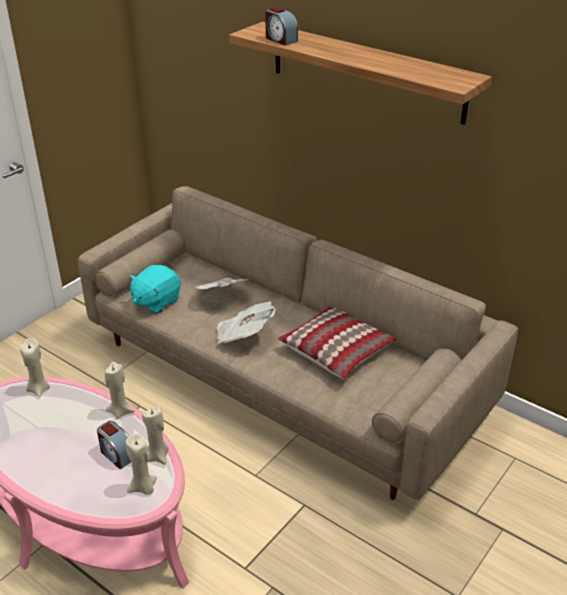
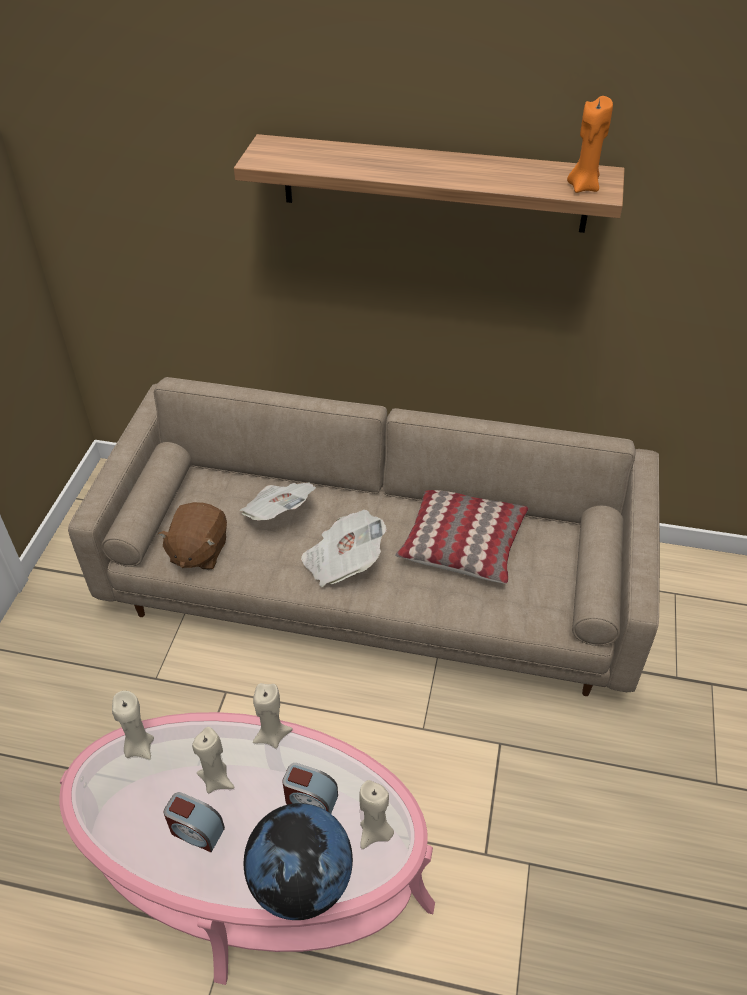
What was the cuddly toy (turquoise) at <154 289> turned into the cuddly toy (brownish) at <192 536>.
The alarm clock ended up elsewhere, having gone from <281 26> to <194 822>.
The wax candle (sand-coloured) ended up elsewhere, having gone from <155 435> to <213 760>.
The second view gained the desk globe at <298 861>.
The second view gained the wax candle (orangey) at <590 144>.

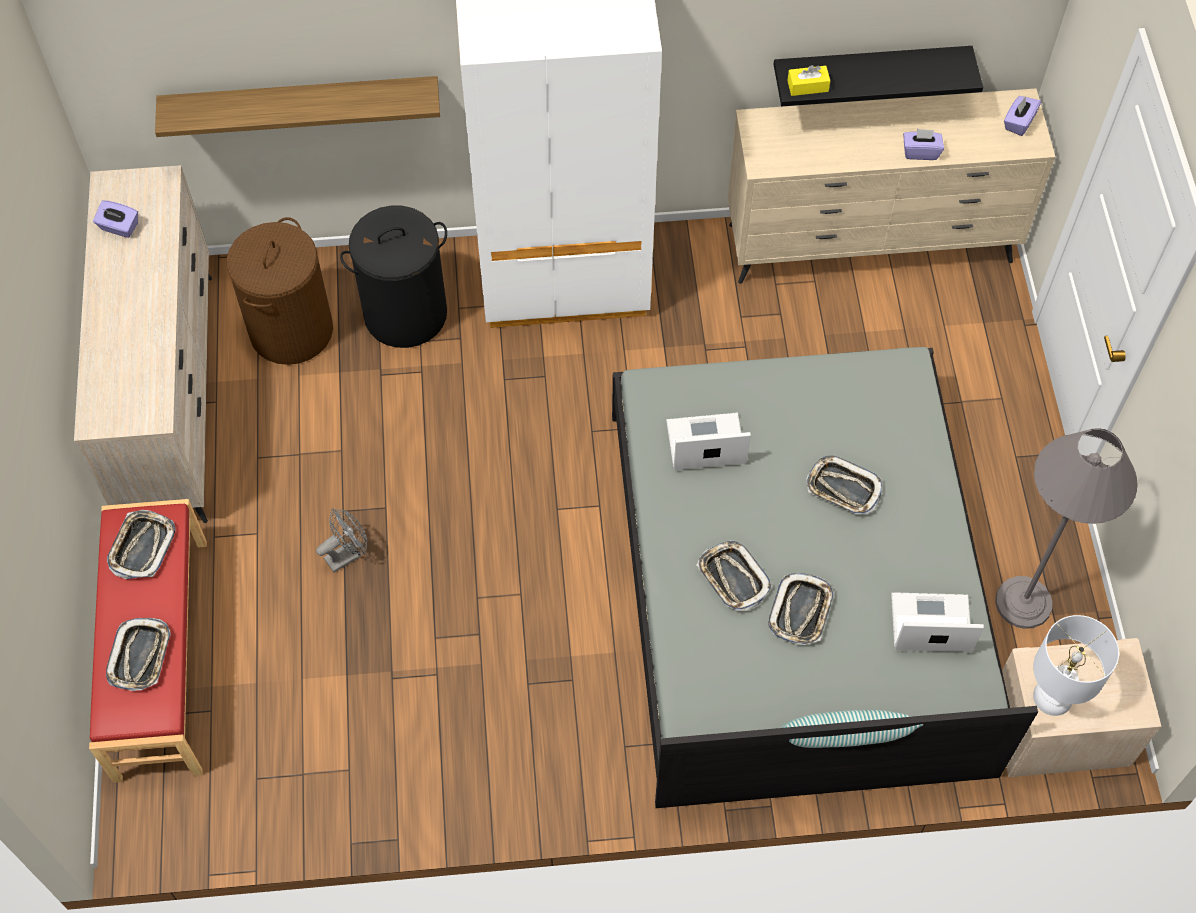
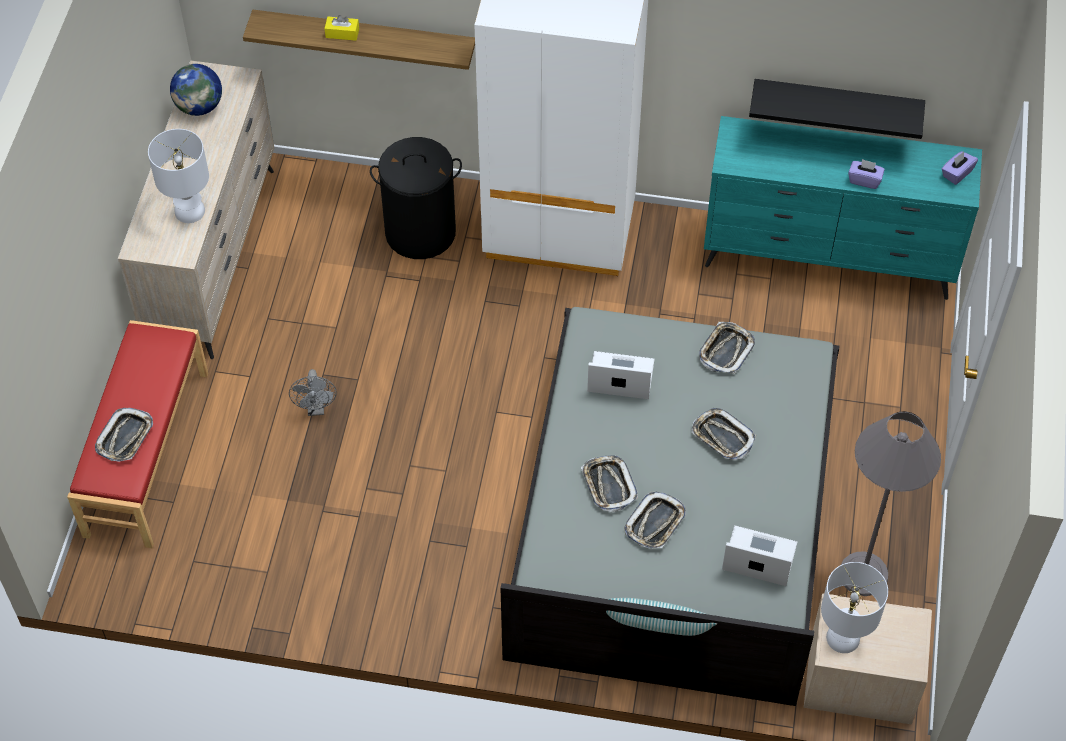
The second view gained the table lamp (white-coloured) at <178 176>.
Where the box of tissues (purple-coloured) stood at <115 219>, the desk globe came to stand at <196 90>.
The fan (grey) at <342 540> ended up facing another way, 105 degrees clockwise from before.
The box of tissues (yellow-coloured) ended up elsewhere, having gone from <808 80> to <341 28>.
The carrying tray ended up elsewhere, having gone from <141 544> to <727 348>.
What was the chest of drawers (sand-coloured) at <891 186> turned into the chest of drawers (turquoise) at <843 208>.
The second view lost the hamper (brownish) at <279 291>.

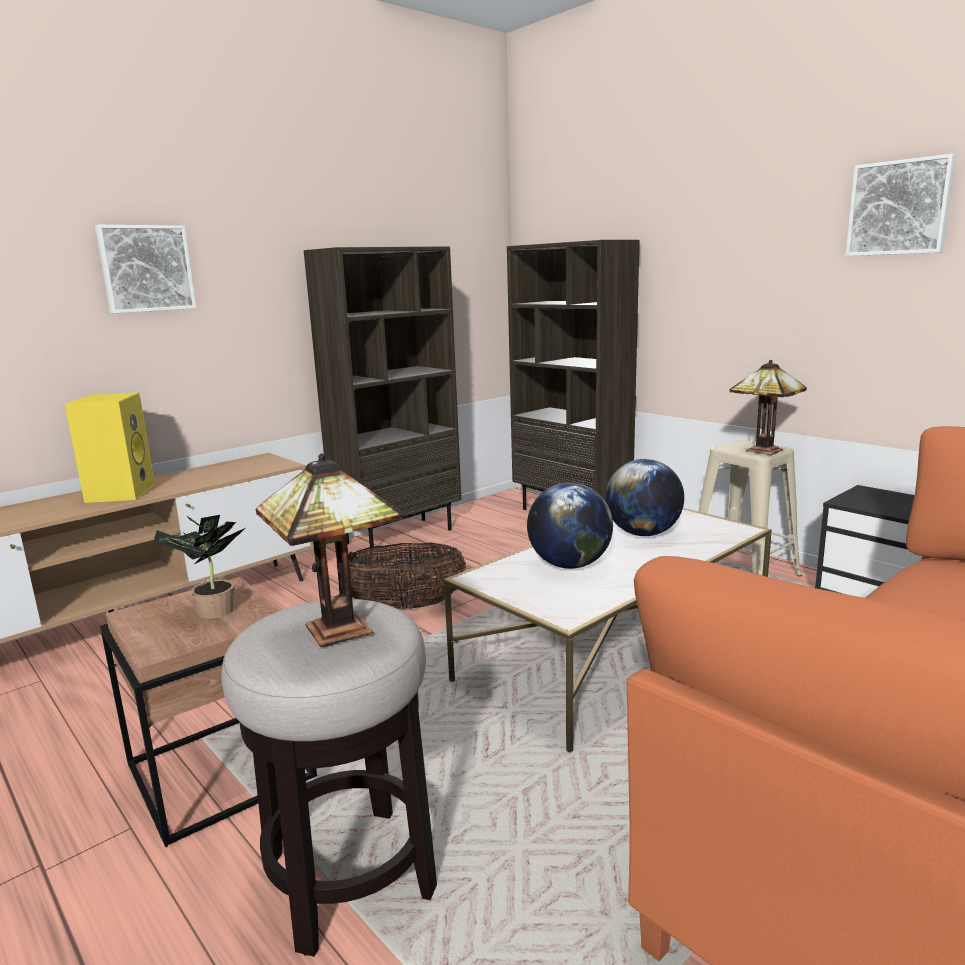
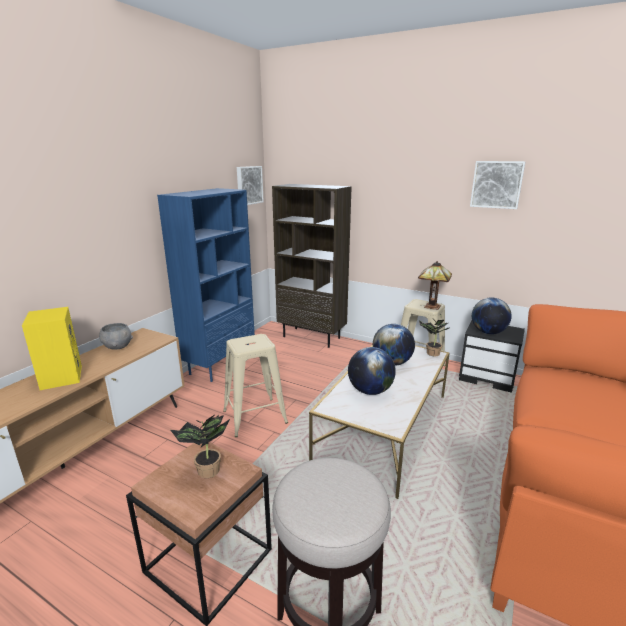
The second view gained the bowl (grey) at <116 336>.
What was the bookcase (brownish) at <382 399> turned into the bookcase (blue-coloured) at <206 285>.
Where the storage basket stood at <407 576>, the sitting stool (sand-coloured) came to stand at <255 385>.
The picture ended up elsewhere, having gone from <145 269> to <250 185>.
The second view gained the potted plant at <434 337>.
The second view gained the desk globe at <492 316>.
The second view lost the table lamp at <330 550>.

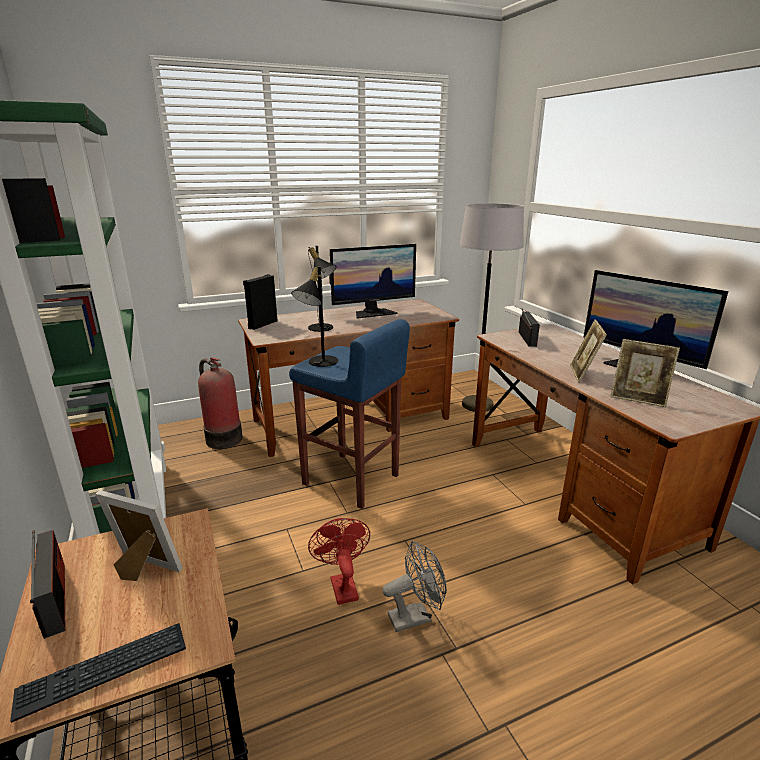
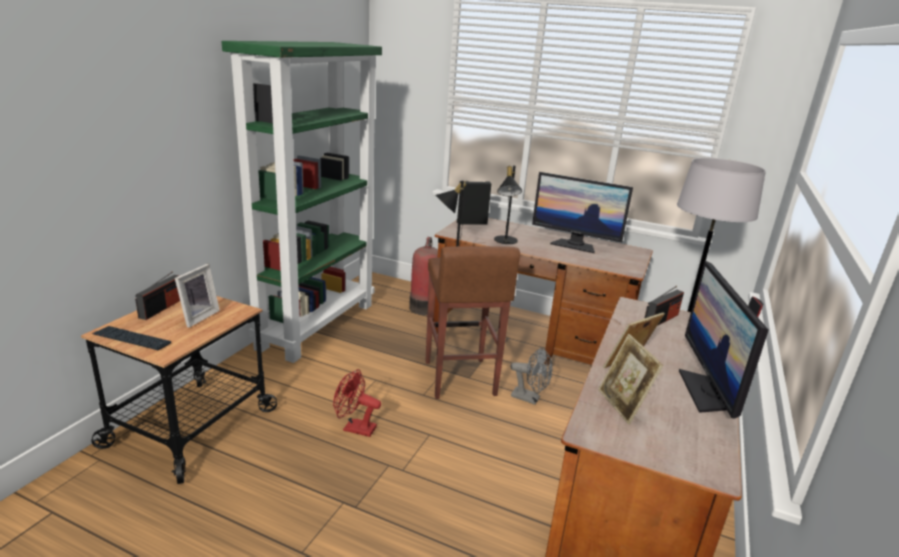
The photo frame at <138 535> ended up facing another way, 45 degrees clockwise from before.
The fan (red-coloured) at <339 561> ended up facing another way, 105 degrees counterclockwise from before.
What was the sitting stool (blue-coloured) at <349 414> turned into the sitting stool (brownish) at <473 322>.
The fan (grey) ended up elsewhere, having gone from <415 586> to <532 376>.

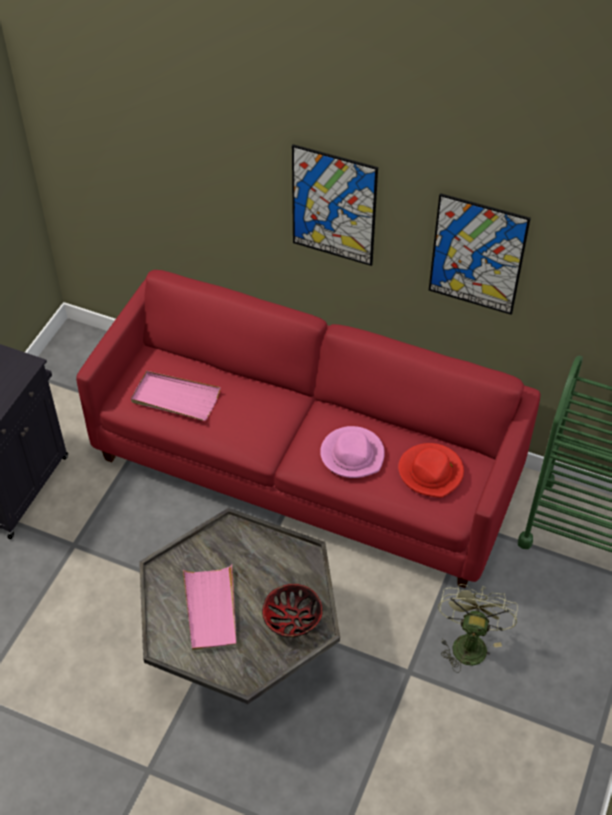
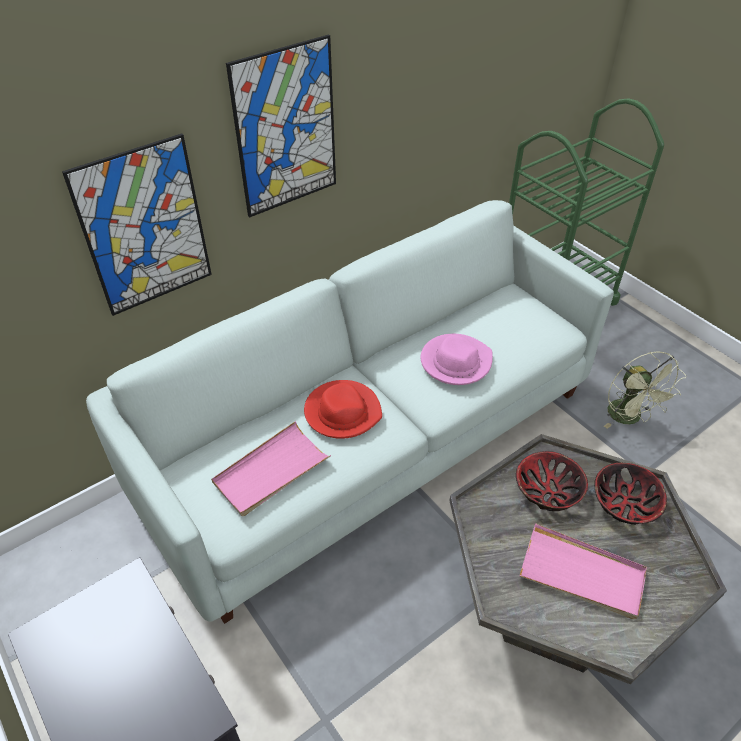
The picture ended up elsewhere, having gone from <480 254> to <137 225>.
What was the couch (red-coloured) at <308 429> turned into the couch (white-coloured) at <350 412>.
The clothing hat (red-coloured) ended up elsewhere, having gone from <431 470> to <343 409>.
The second view gained the bowl at <552 481>.
The fan (greenish) at <478 628> ended up facing another way, 150 degrees counterclockwise from before.

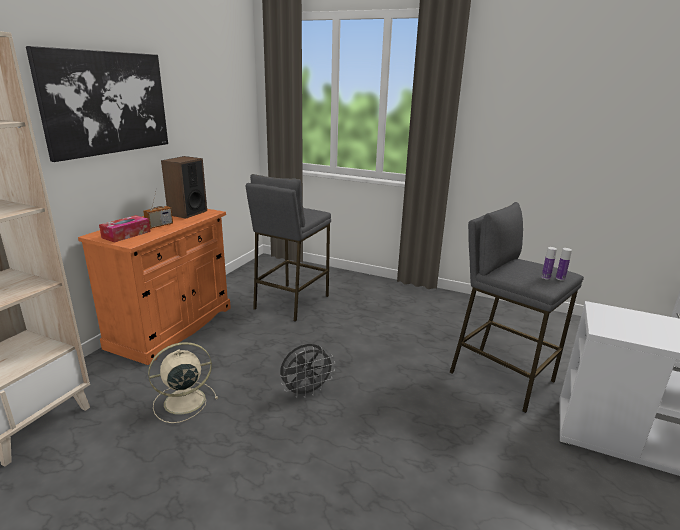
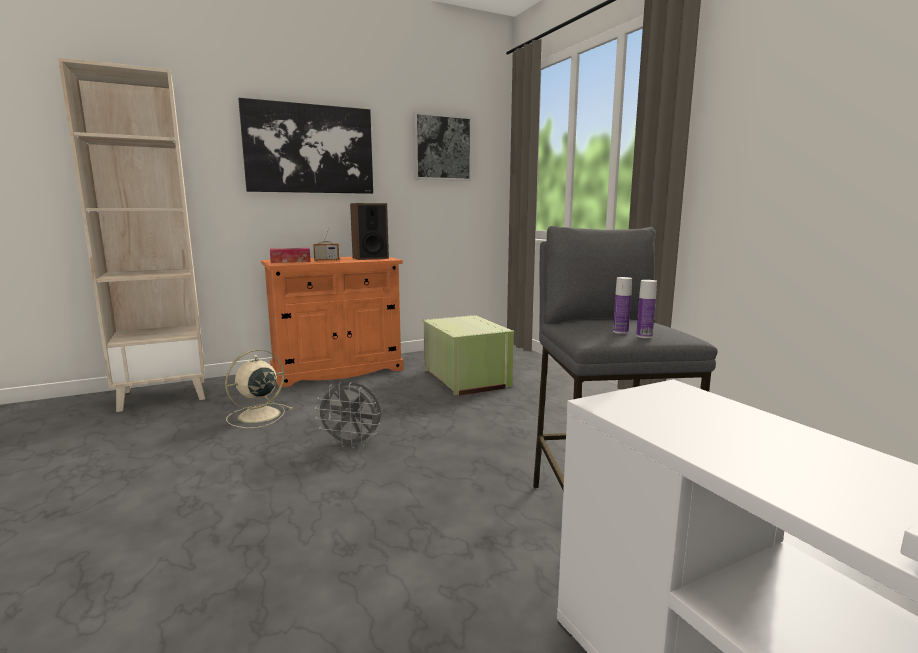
The fan (sand-coloured) at <183 382> ended up facing another way, 60 degrees counterclockwise from before.
The second view gained the picture at <442 146>.
Where the sitting stool (grey) stood at <288 248>, the storage bin (greenish) came to stand at <468 355>.

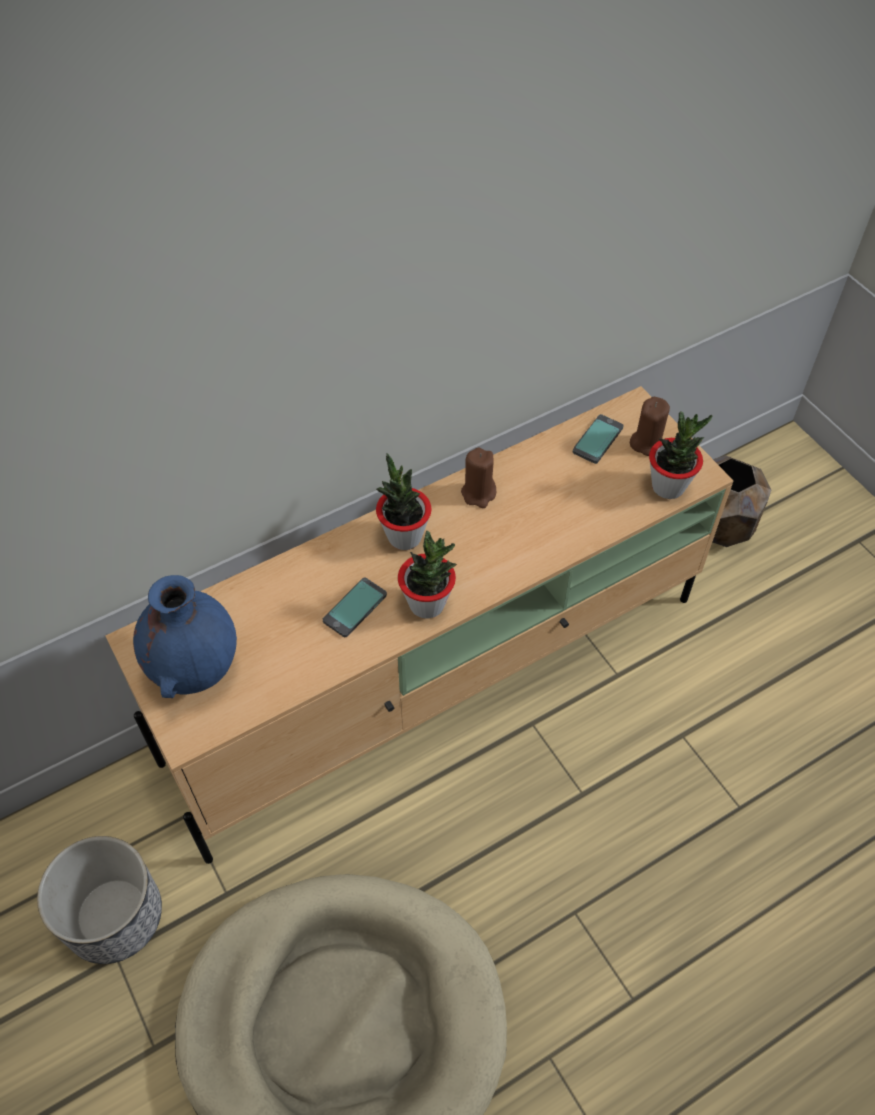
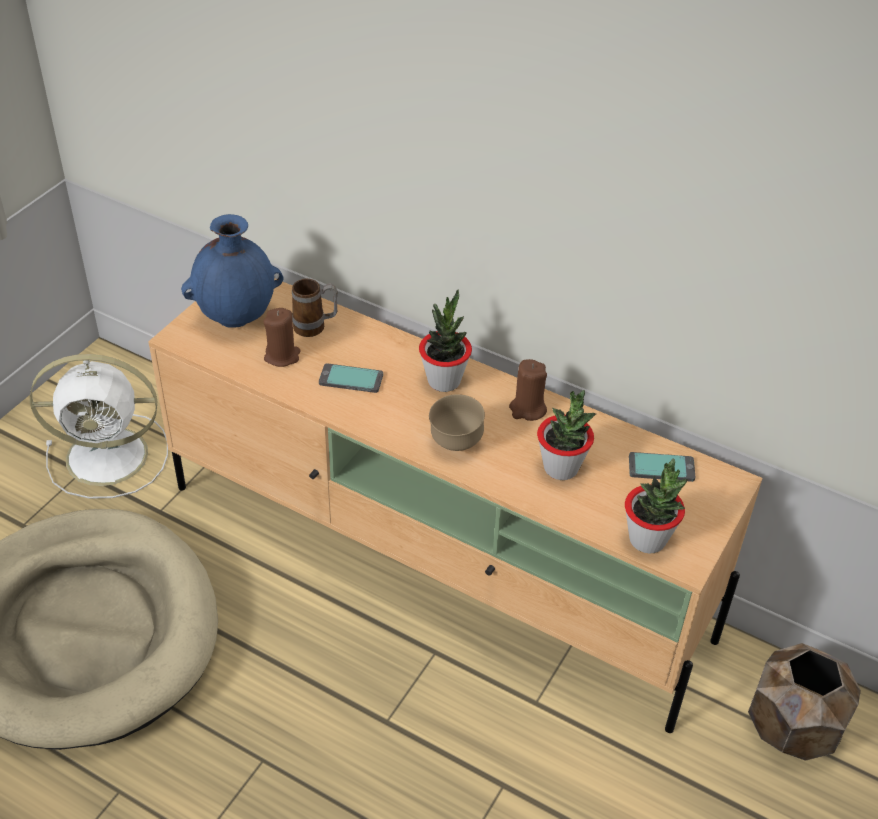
Where the flower pot stood at <99 900>, the fan (white-coloured) came to stand at <99 426>.
The wax candle (brownish) ended up elsewhere, having gone from <650 426> to <281 337>.
The second view gained the mug at <315 308>.
The second view gained the bowl (brownish) at <457 422>.
The potted plant ended up elsewhere, having gone from <427 575> to <566 435>.

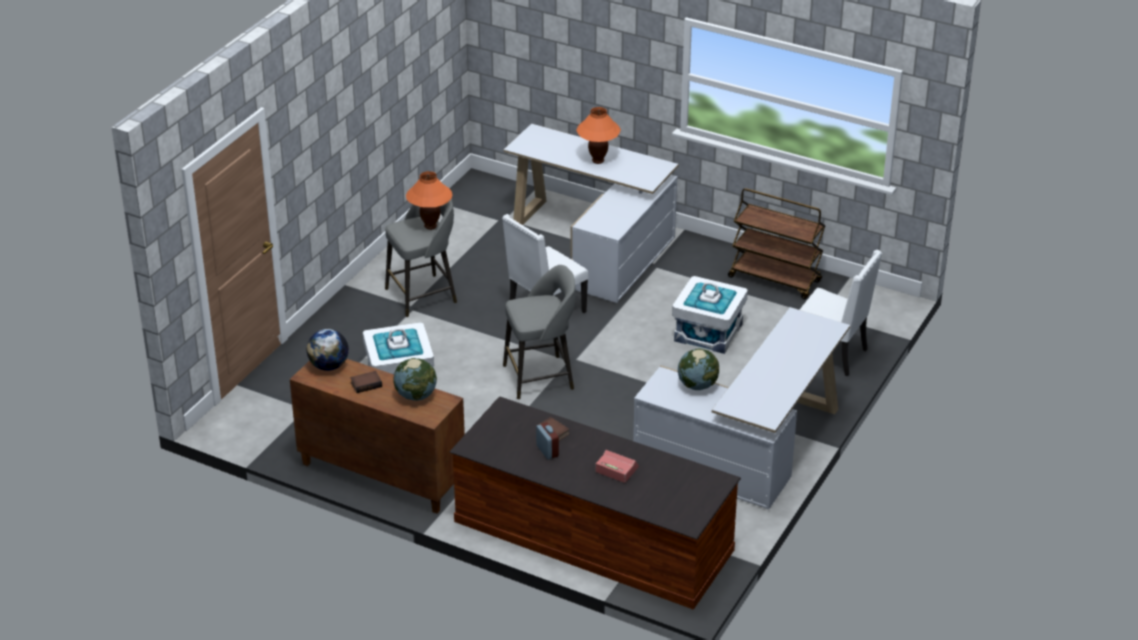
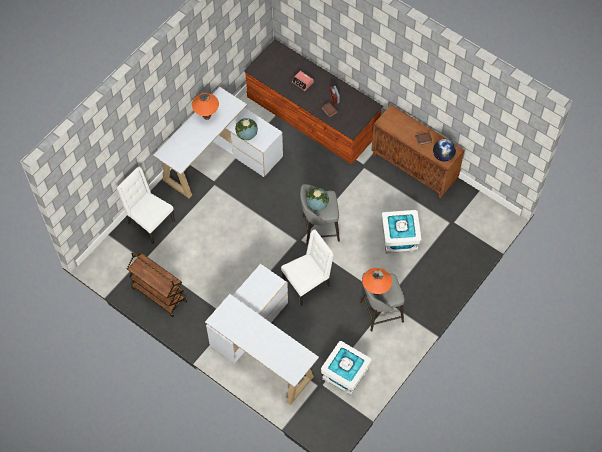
The table lamp (orangey) ended up elsewhere, having gone from <598 135> to <205 106>.
The desk globe ended up elsewhere, having gone from <415 379> to <317 199>.
The storage bin (white-coloured) ended up elsewhere, having gone from <710 315> to <346 368>.

